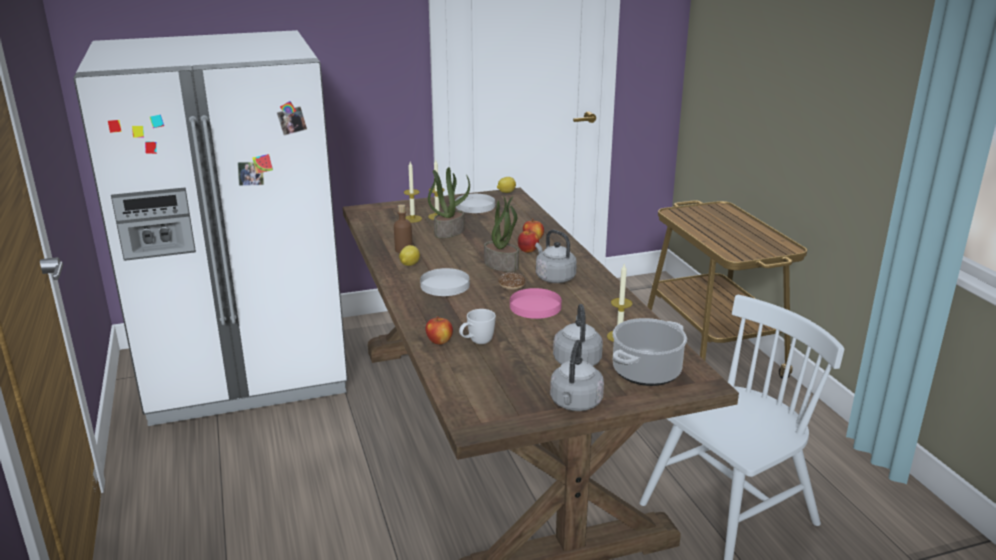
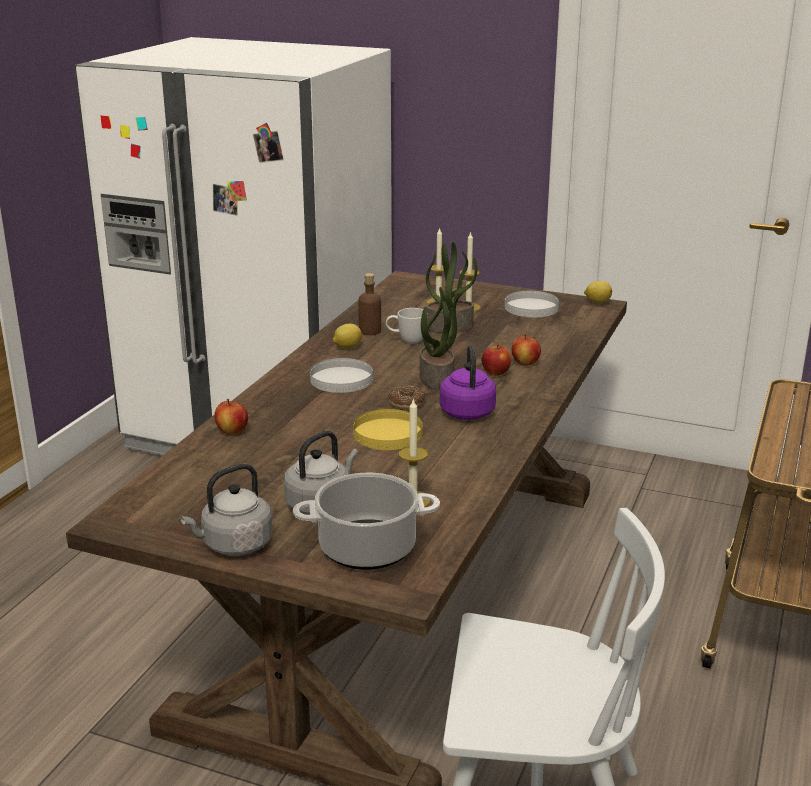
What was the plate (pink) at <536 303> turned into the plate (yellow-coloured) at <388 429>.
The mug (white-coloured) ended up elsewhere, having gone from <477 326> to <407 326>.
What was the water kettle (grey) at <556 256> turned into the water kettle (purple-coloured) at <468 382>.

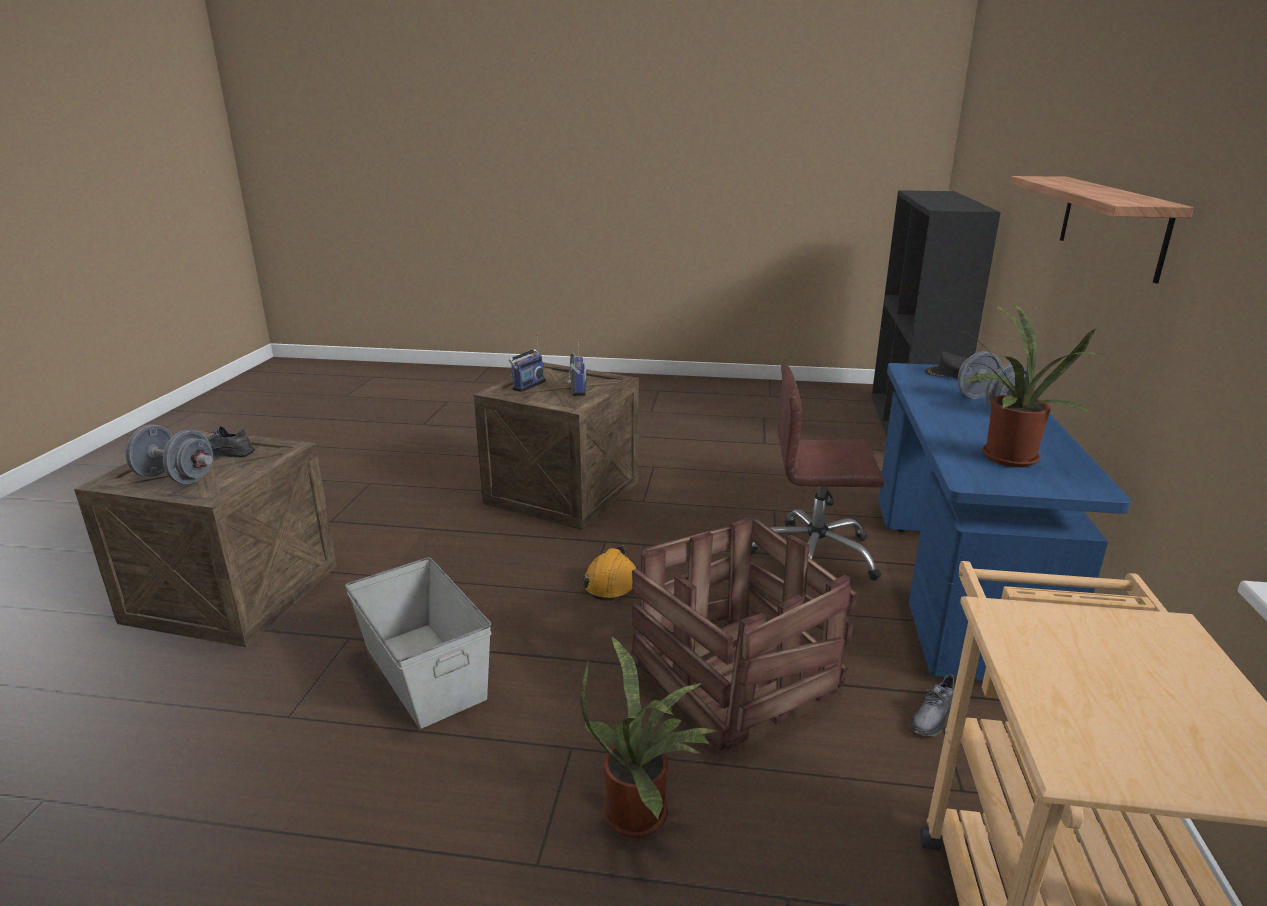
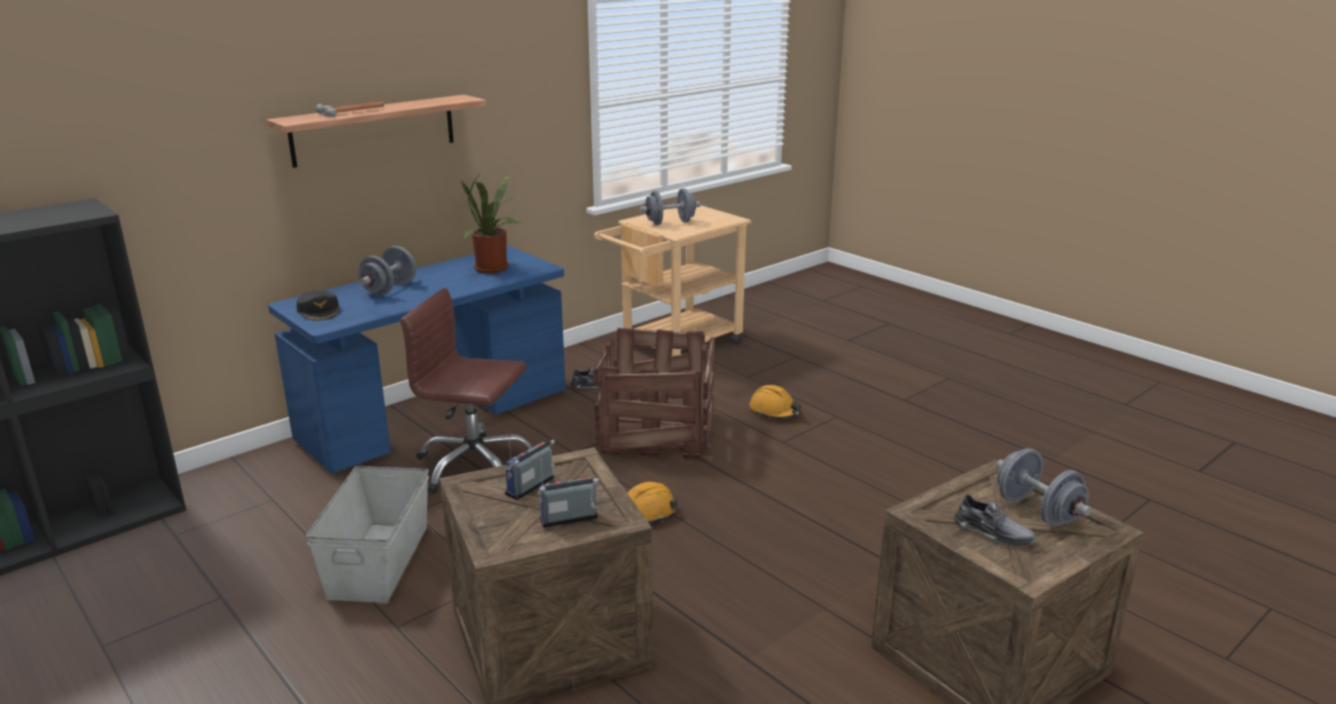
The storage bin (grey) ended up elsewhere, having gone from <418 643> to <367 534>.
The second view gained the hand hammer at <350 109>.
The computer chair (brownish) at <817 475> ended up facing another way, 150 degrees clockwise from before.
The second view gained the dumbbell (grey) at <670 206>.
Where the potted plant stood at <649 737>, the safety helmet (orangey) came to stand at <775 402>.

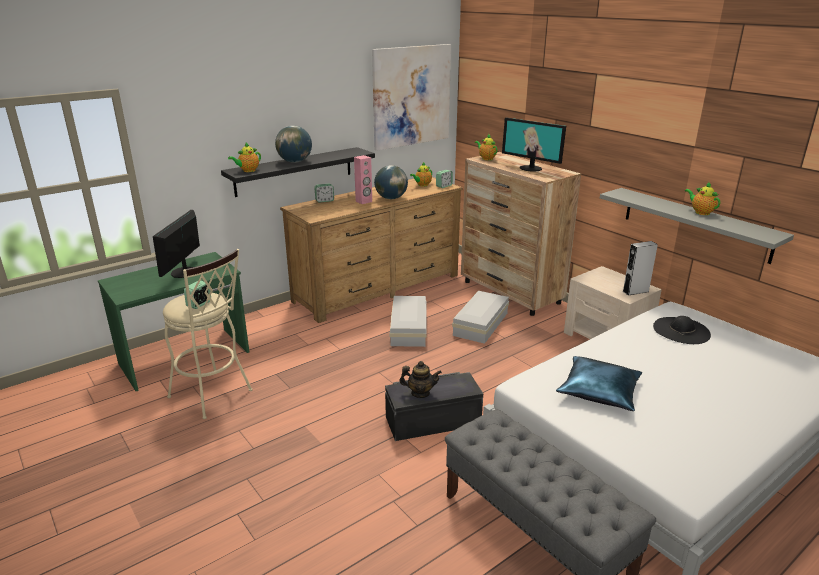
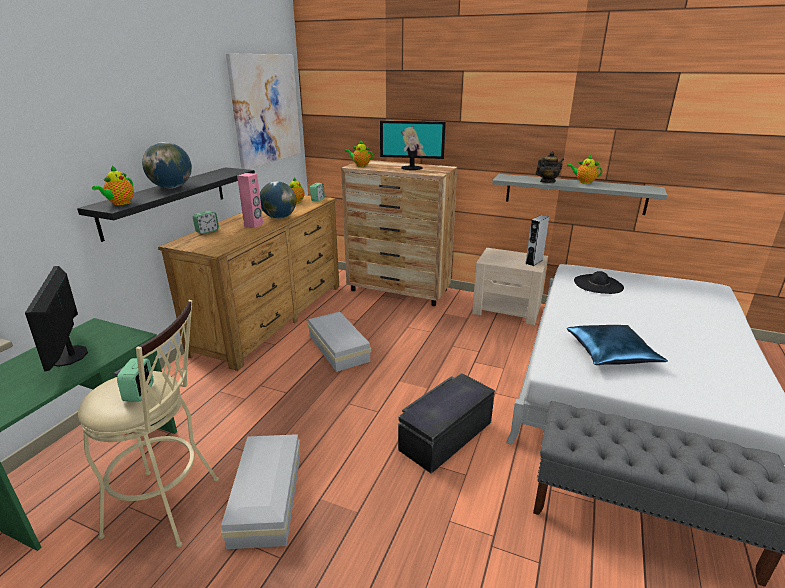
The storage bin (white-coloured) ended up elsewhere, having gone from <480 317> to <260 491>.
The teapot ended up elsewhere, having gone from <420 379> to <550 167>.

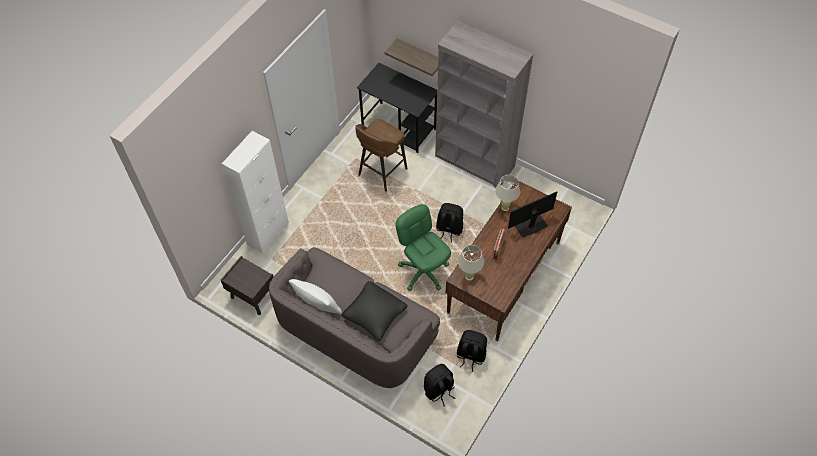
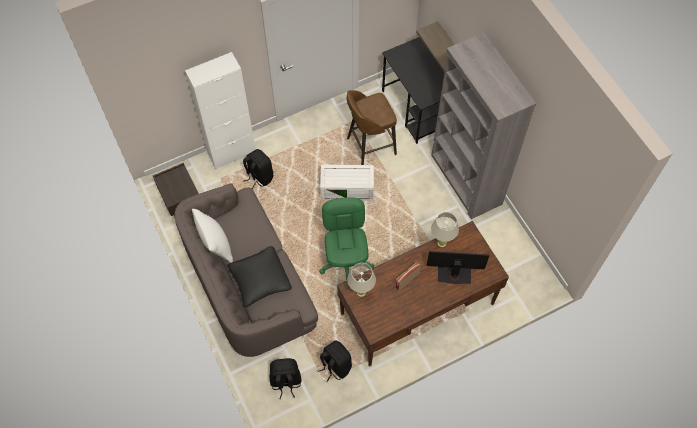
The rucksack (blackish) ended up elsewhere, having gone from <449 223> to <258 169>.
The second view gained the storage bin (white-coloured) at <347 183>.

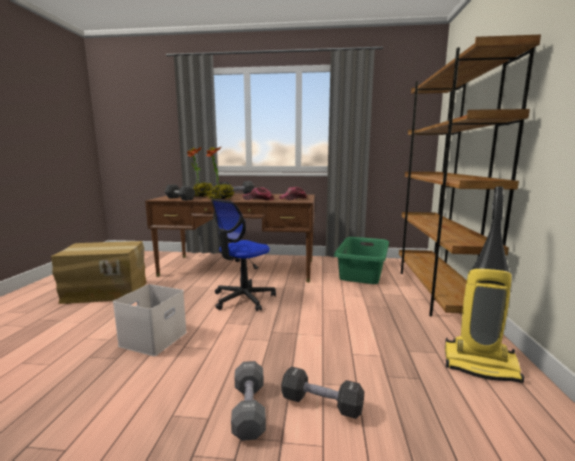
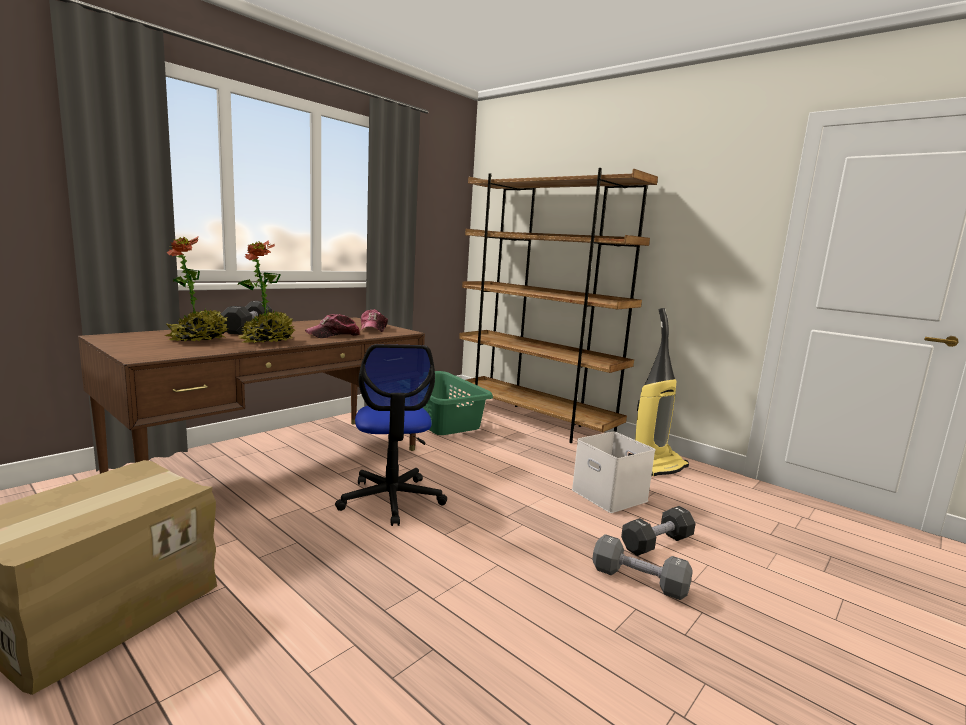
The storage bin (white-coloured) ended up elsewhere, having gone from <150 320> to <613 472>.
The second view lost the dumbbell (blackish) at <180 193>.

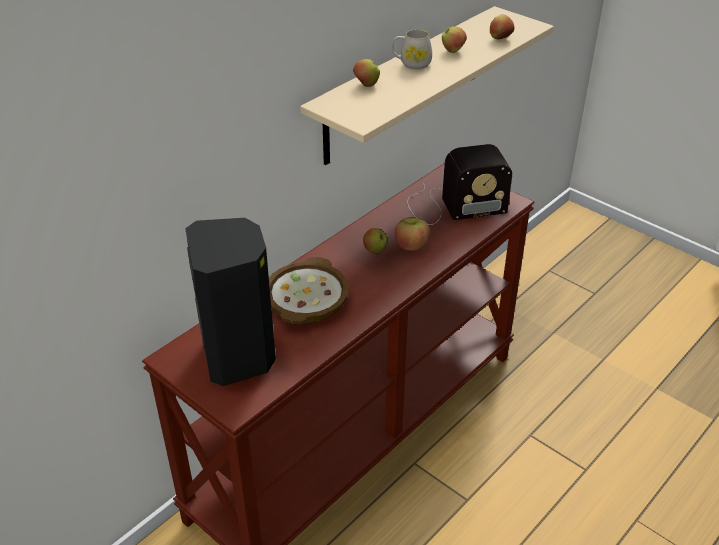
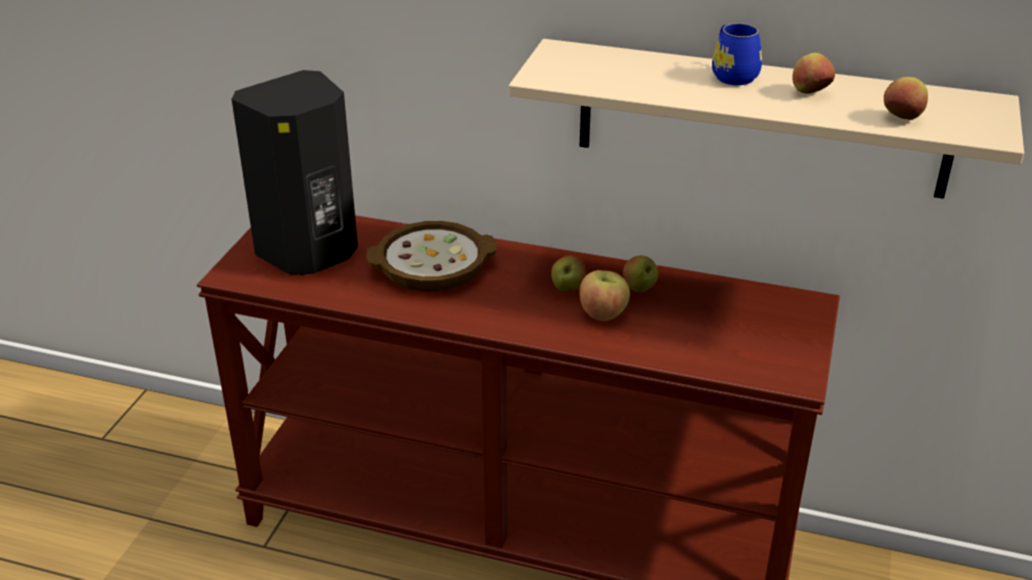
The whole apple ended up elsewhere, having gone from <366 73> to <640 274>.
What was the mug (white-coloured) at <412 49> turned into the mug (blue-coloured) at <737 54>.
The second view lost the radio at <459 184>.

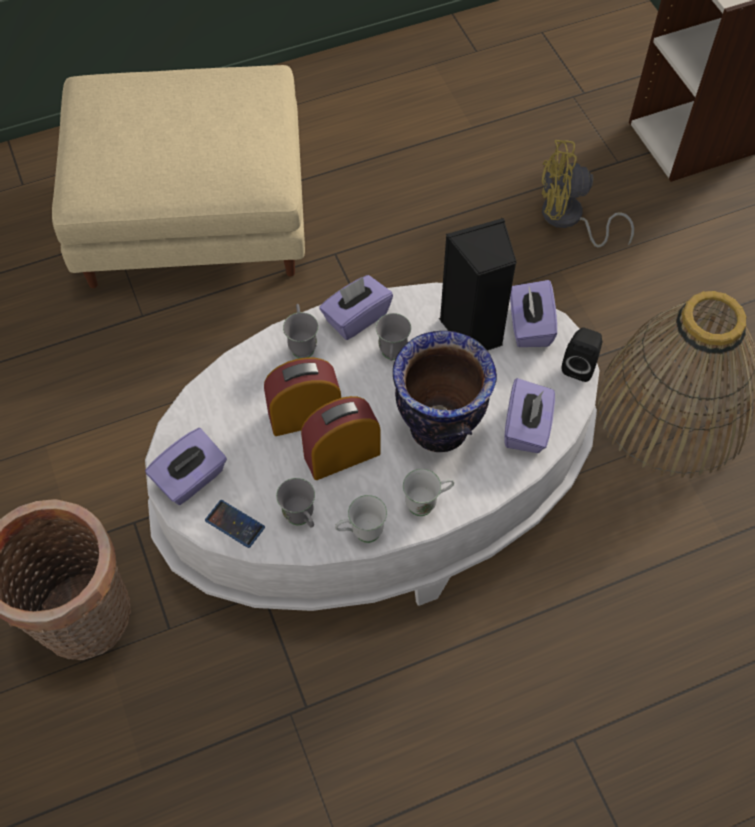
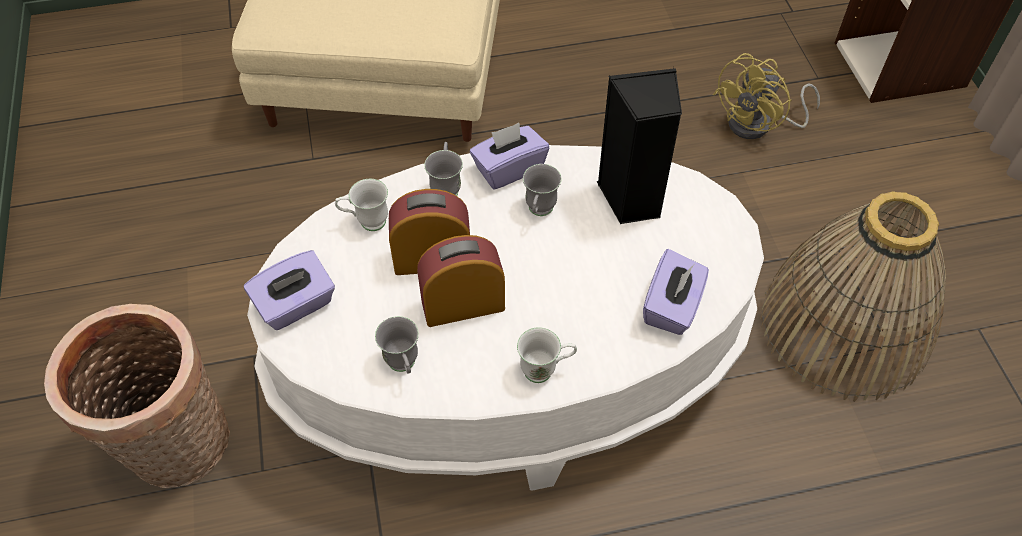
The mug (white-coloured) ended up elsewhere, having gone from <361 519> to <361 205>.
The fan (yellow-coloured) at <588 194> ended up facing another way, 60 degrees counterclockwise from before.
The second view lost the handset at <235 524>.
The second view lost the decorative vase at <445 391>.
The second view lost the box of tissues (purple-coloured) at <533 313>.
The second view lost the speaker (blackish) at <582 355>.

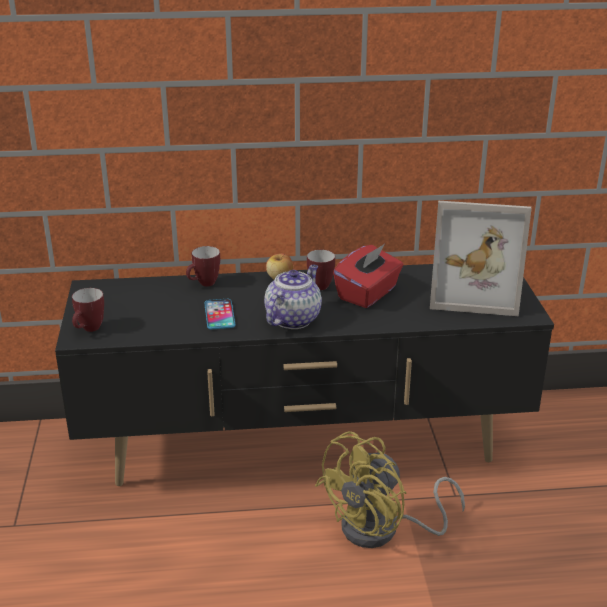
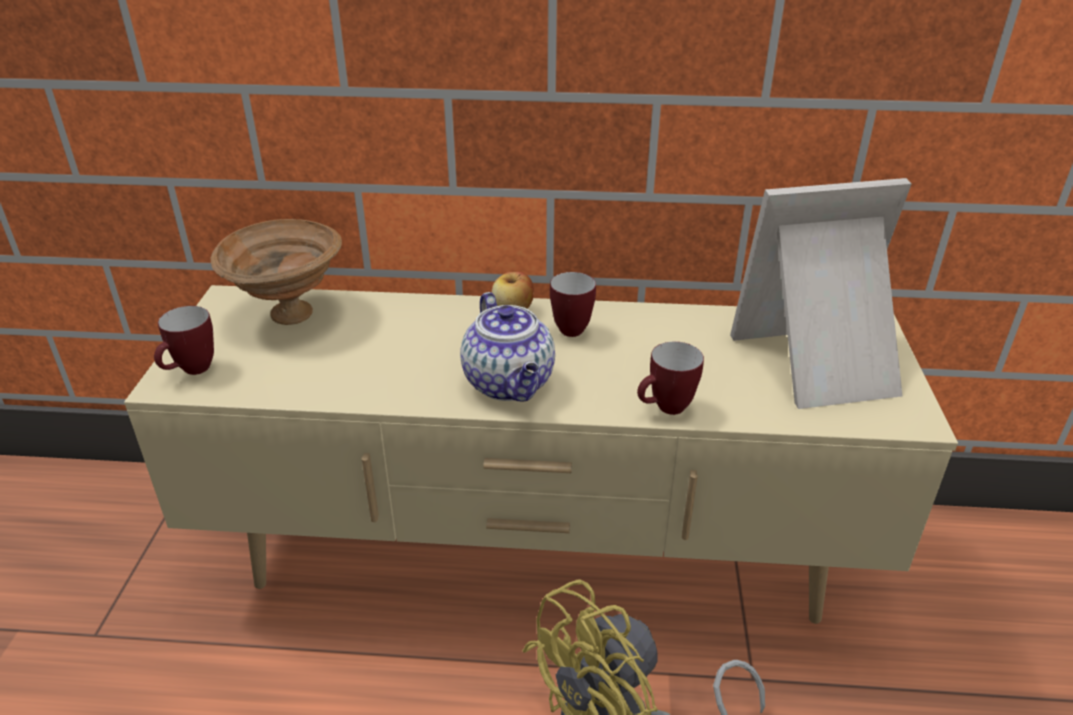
What was the tv stand (blackish) at <304 375> turned into the tv stand (sand-coloured) at <541 454>.
The second view gained the bowl (brownish) at <276 272>.
The teapot at <293 297> ended up facing another way, 120 degrees clockwise from before.
The mug ended up elsewhere, having gone from <203 266> to <670 378>.
The photo frame at <481 258> ended up facing another way, 150 degrees clockwise from before.
The second view lost the handset at <220 314>.
The second view lost the box of tissues (red-coloured) at <368 276>.

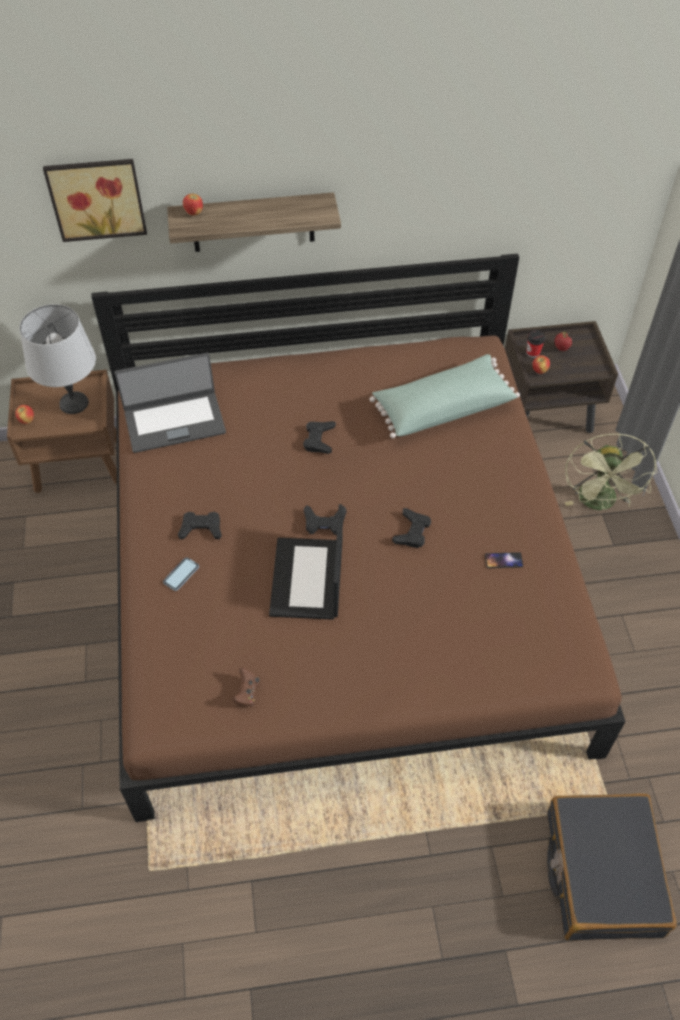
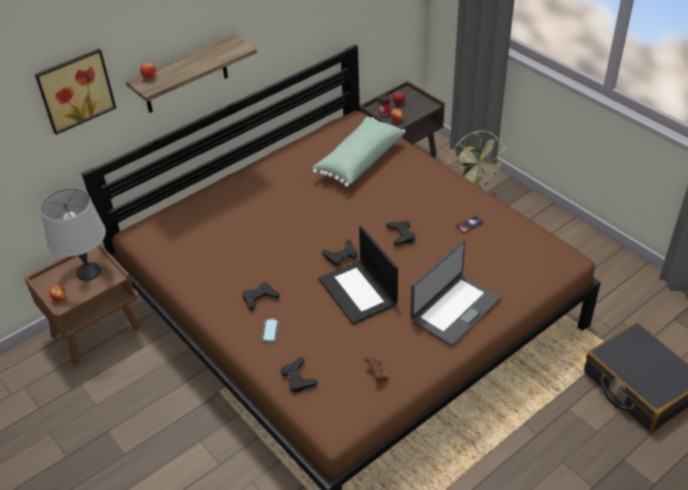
The joypad (blackish) ended up elsewhere, having gone from <319 437> to <299 375>.
The portable computer ended up elsewhere, having gone from <170 403> to <455 293>.

